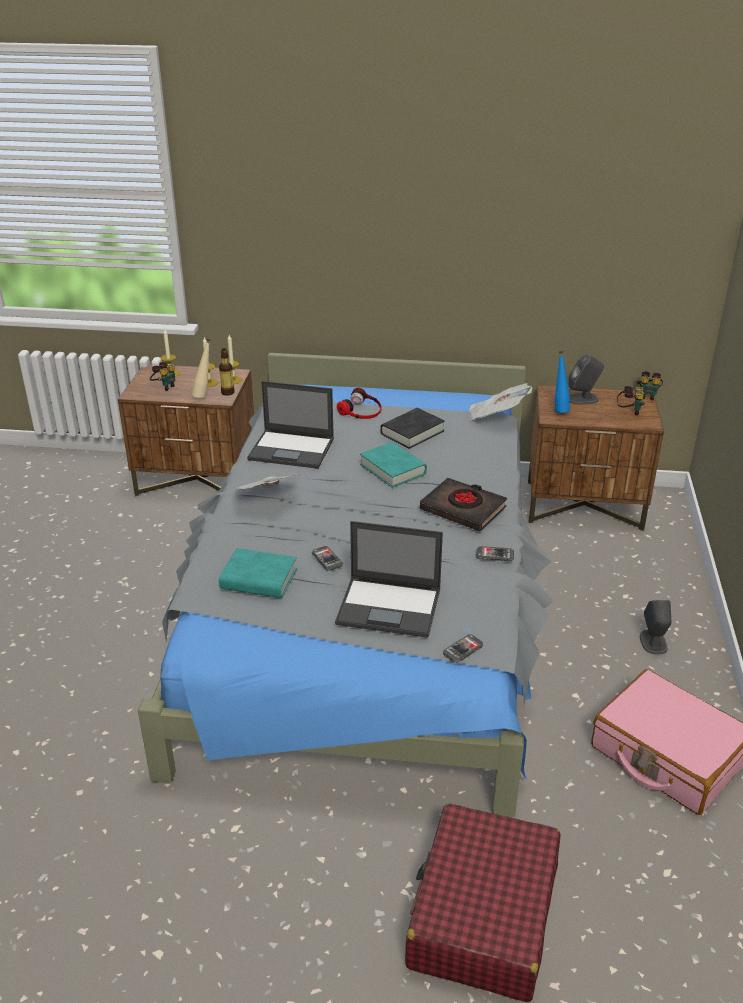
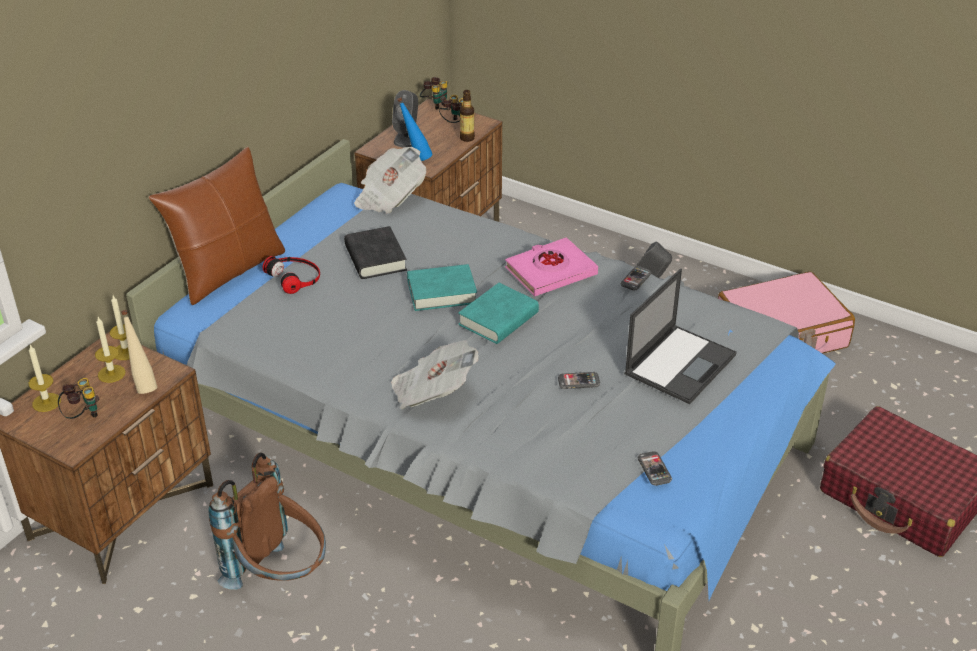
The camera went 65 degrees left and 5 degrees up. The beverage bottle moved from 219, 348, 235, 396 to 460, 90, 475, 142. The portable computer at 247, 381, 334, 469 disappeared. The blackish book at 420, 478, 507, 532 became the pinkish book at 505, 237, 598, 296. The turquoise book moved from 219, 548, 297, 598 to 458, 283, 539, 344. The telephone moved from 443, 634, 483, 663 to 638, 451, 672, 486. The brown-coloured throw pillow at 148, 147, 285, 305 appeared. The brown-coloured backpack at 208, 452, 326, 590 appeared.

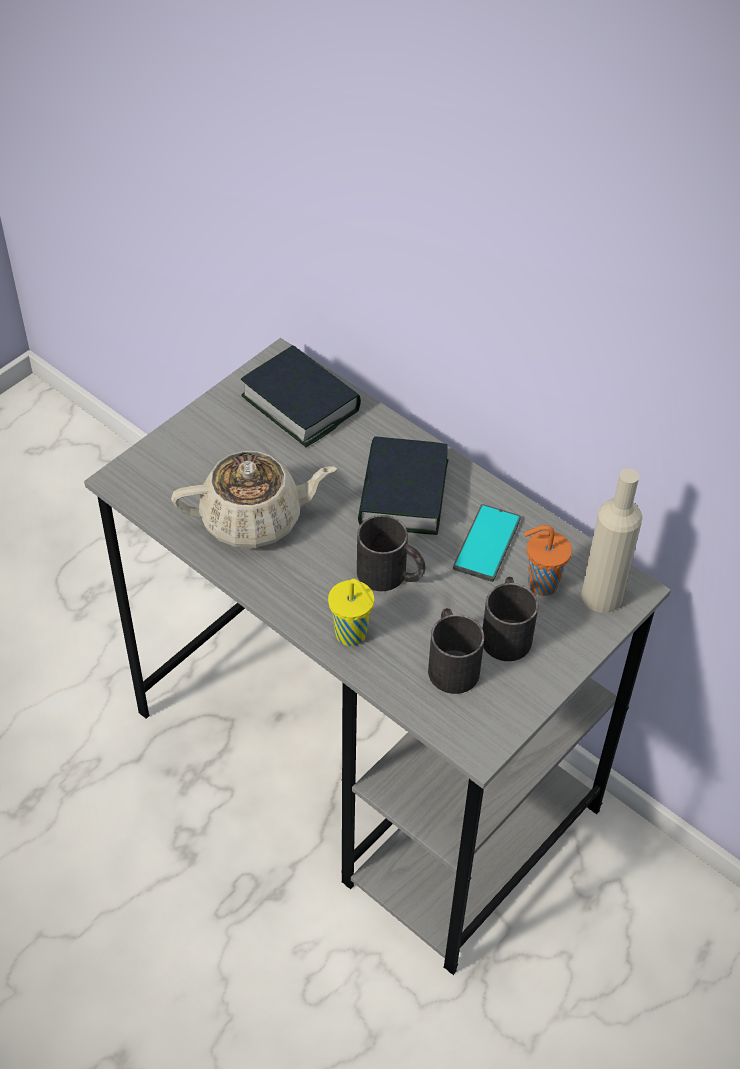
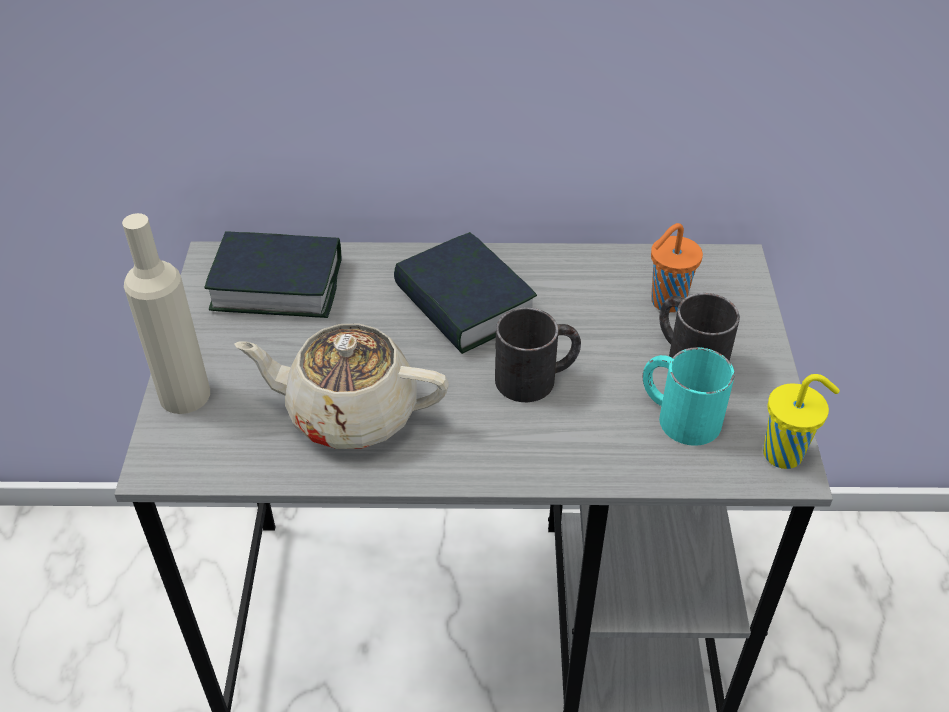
The camera went 40 degrees left and 5 degrees down. The beige teapot at 171, 451, 337, 548 turned 120 degrees counterclockwise. The beige beverage bottle moved from 581, 468, 643, 613 to 122, 213, 210, 414. The telephone at 453, 504, 521, 582 disappeared. The yellow drinking cup moved from 328, 579, 375, 646 to 763, 374, 840, 469. The blackish mug at 428, 608, 484, 694 became the turquoise mug at 643, 347, 735, 446.

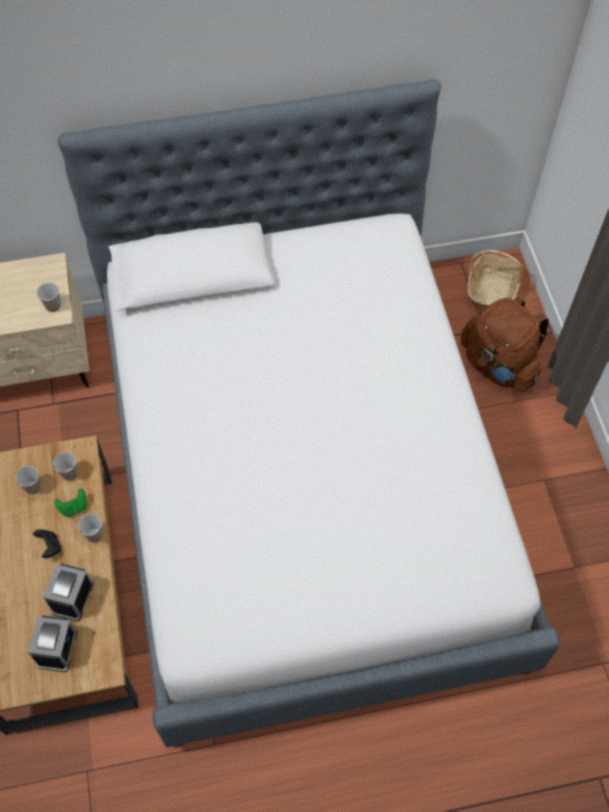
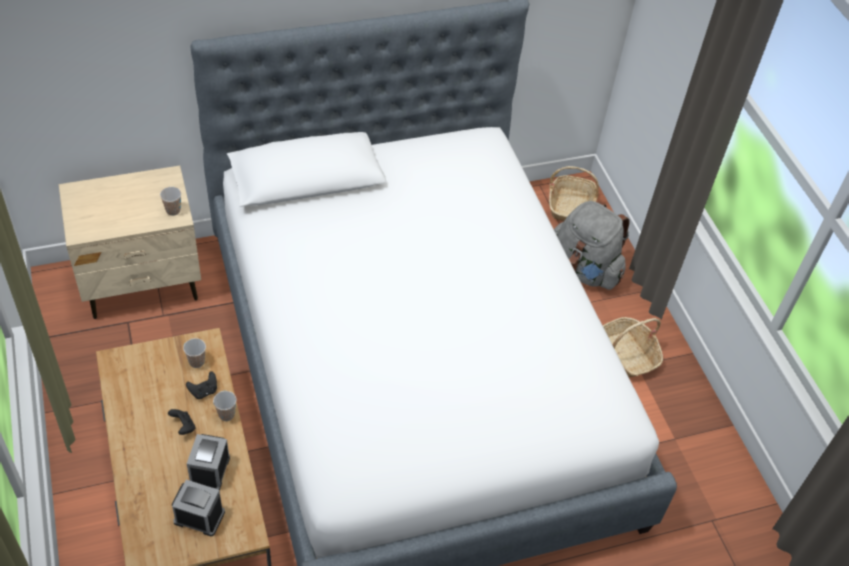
The camera went 10 degrees left and 10 degrees down. The brown-coloured backpack at 460, 297, 549, 392 became the greyish backpack at 554, 201, 630, 290. The drinking cup at 15, 466, 41, 494 disappeared. The green game controller at 54, 488, 87, 517 became the blackish game controller at 186, 371, 217, 399. The bedside clock at 28, 615, 78, 672 turned 75 degrees counterclockwise. The basket at 603, 317, 663, 378 appeared.

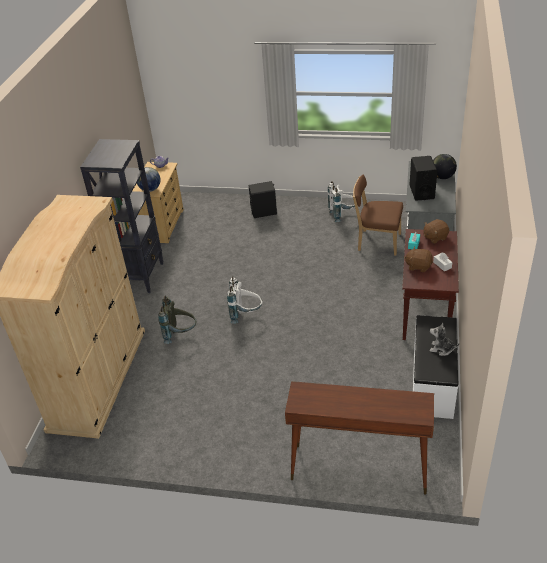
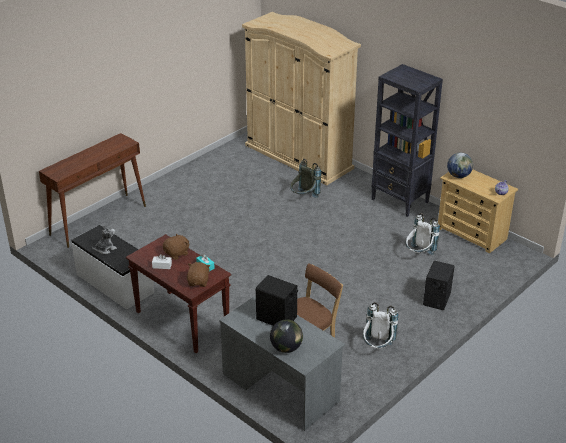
The camera went 120 degrees right and 5 degrees down. The whitish backpack moved from 227, 276, 262, 324 to 405, 213, 440, 255.

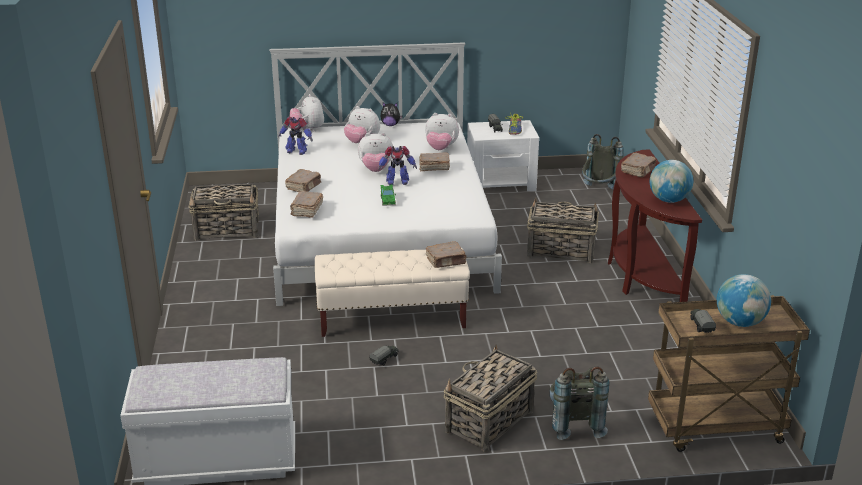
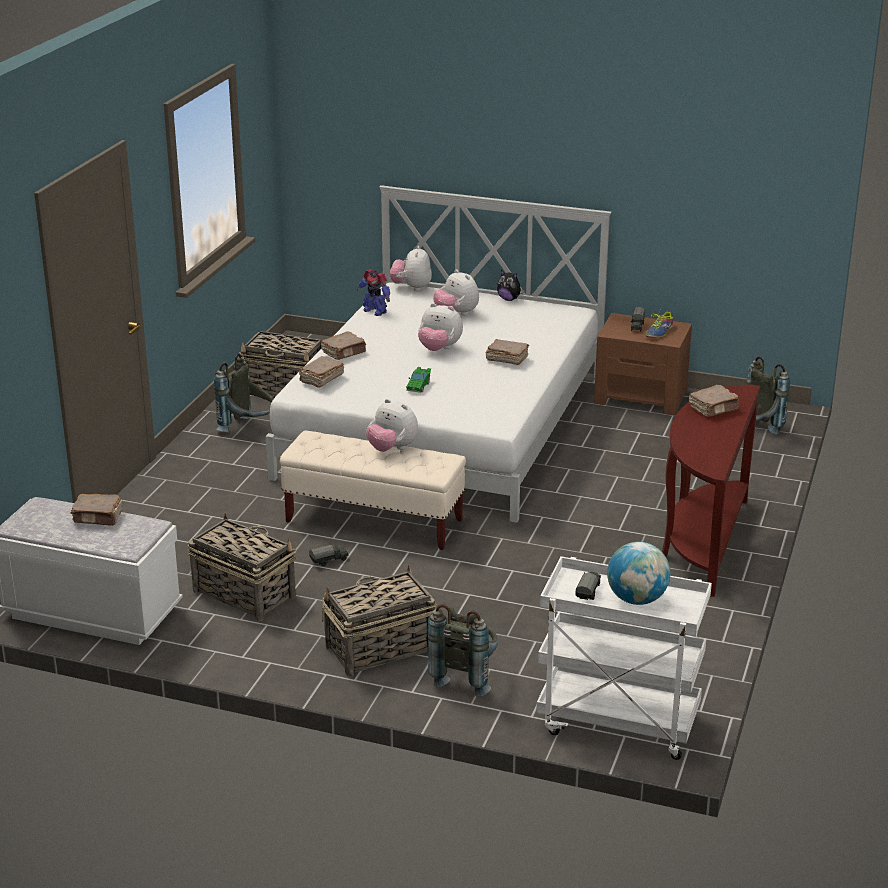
The camera went 25 degrees right and 0 degrees up. The plush toy moved from 425, 113, 459, 150 to 366, 399, 418, 452. The whitish nightstand at 467, 120, 539, 191 became the brown-coloured nightstand at 594, 313, 692, 415. The model robot at 378, 146, 417, 185 disappeared. The desk globe at 650, 160, 693, 203 disappeared. The basket moved from 527, 197, 599, 263 to 188, 512, 296, 621. The brown-coloured book moved from 426, 241, 466, 268 to 71, 494, 122, 526. The brown-coloured cart at 648, 295, 810, 452 became the whitish cart at 536, 556, 712, 760. The greyish backpack at 214, 353, 274, 432 appeared.

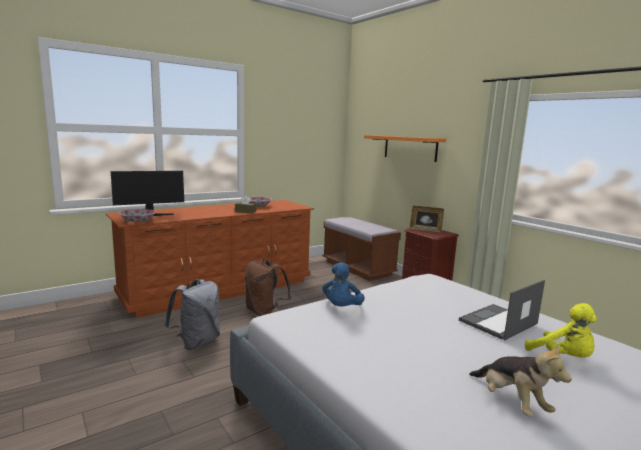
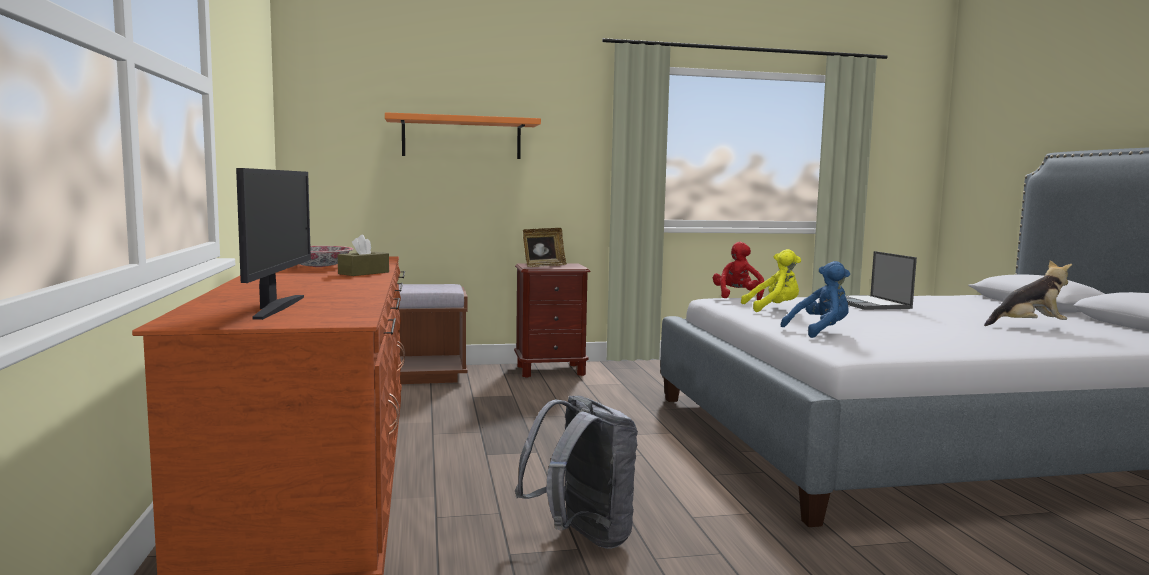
The camera went 65 degrees left and 5 degrees down. The deep dish at 118, 209, 156, 222 disappeared. The brown-coloured backpack at 245, 259, 291, 316 disappeared. The blue plush toy at 322, 262, 365, 307 turned 60 degrees counterclockwise. The yellow plush toy moved from 525, 303, 597, 358 to 741, 249, 801, 312. The red-coloured plush toy at 713, 242, 764, 300 appeared.

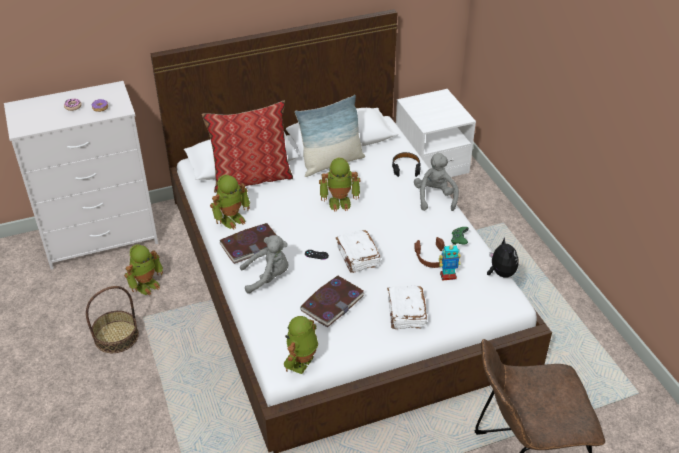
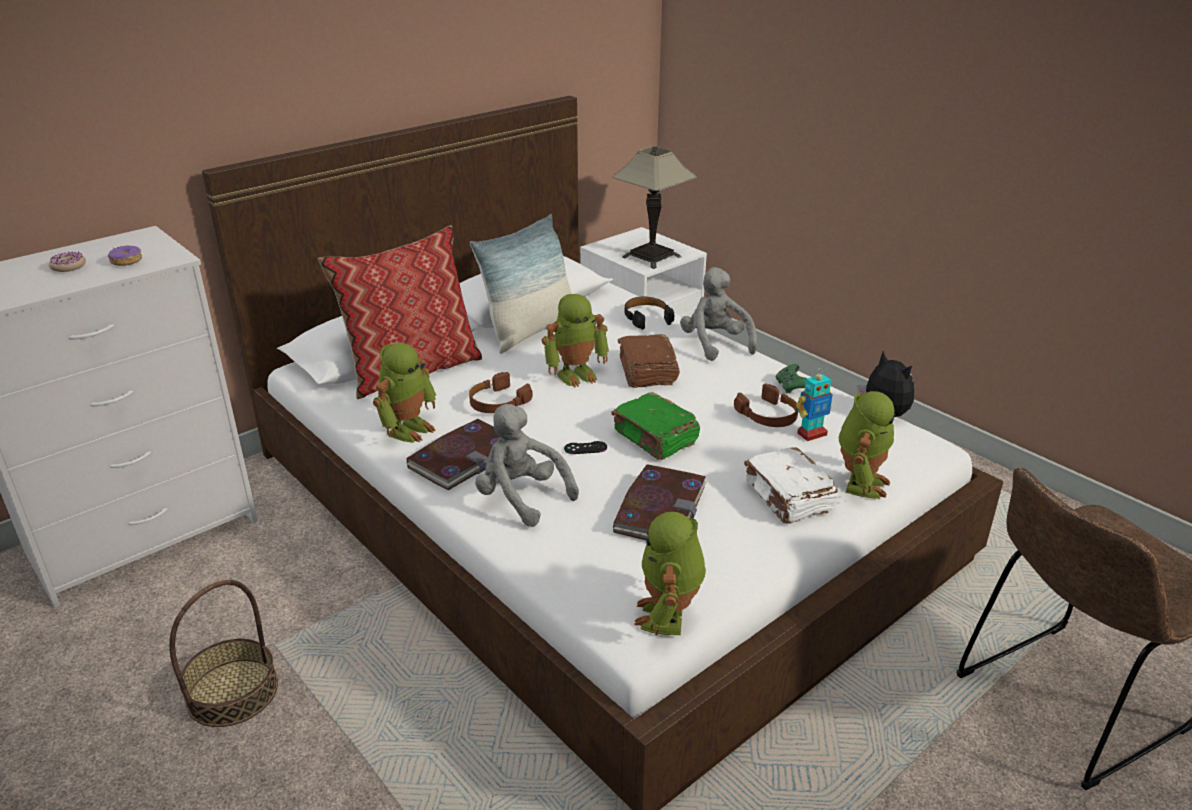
The camera went 20 degrees left and 10 degrees down. The whitish book at 336, 230, 381, 273 became the green book at 611, 392, 700, 460. The greyish plush toy at 240, 235, 289, 294 turned 105 degrees counterclockwise. The model robot moved from 124, 245, 163, 295 to 839, 391, 896, 499. The tabletop lamp at 612, 146, 697, 269 appeared. The brown-coloured book at 618, 334, 680, 388 appeared. The brown-coloured headphones at 469, 372, 533, 413 appeared.

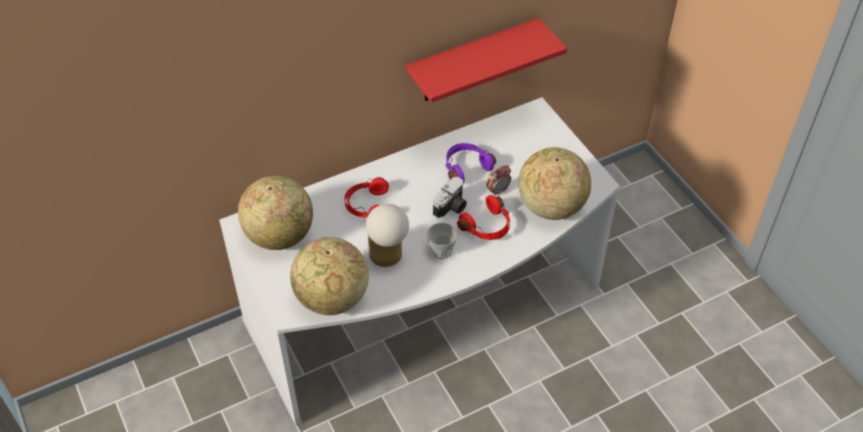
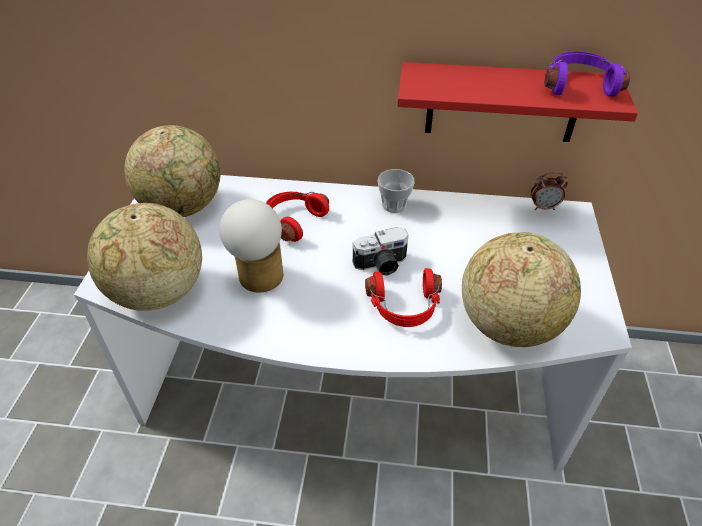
The camera went 35 degrees right and 5 degrees down. The purplish headphones moved from 445, 143, 496, 183 to 545, 52, 630, 97. The bedside clock moved from 486, 165, 511, 197 to 531, 172, 568, 210. The drinking cup moved from 427, 223, 458, 259 to 378, 169, 415, 213.

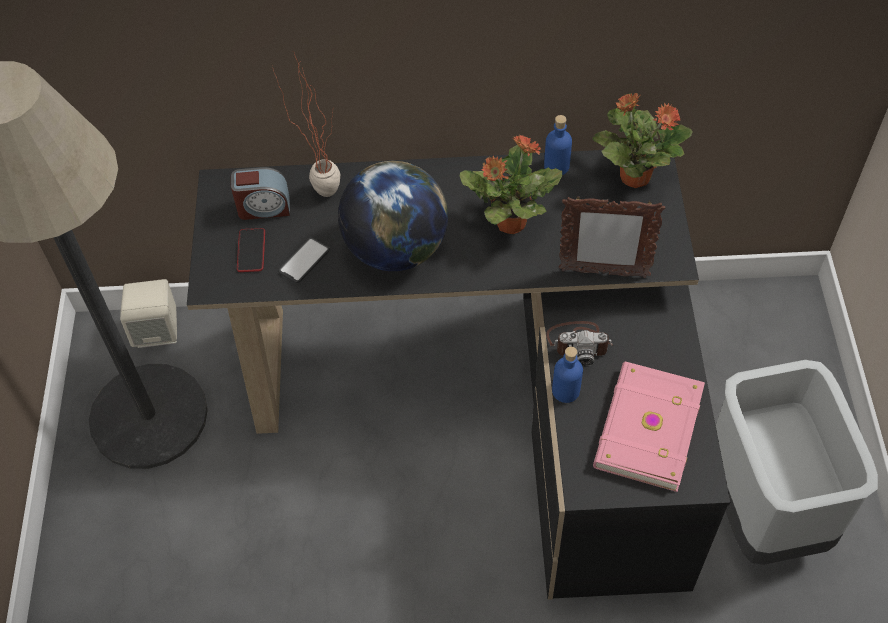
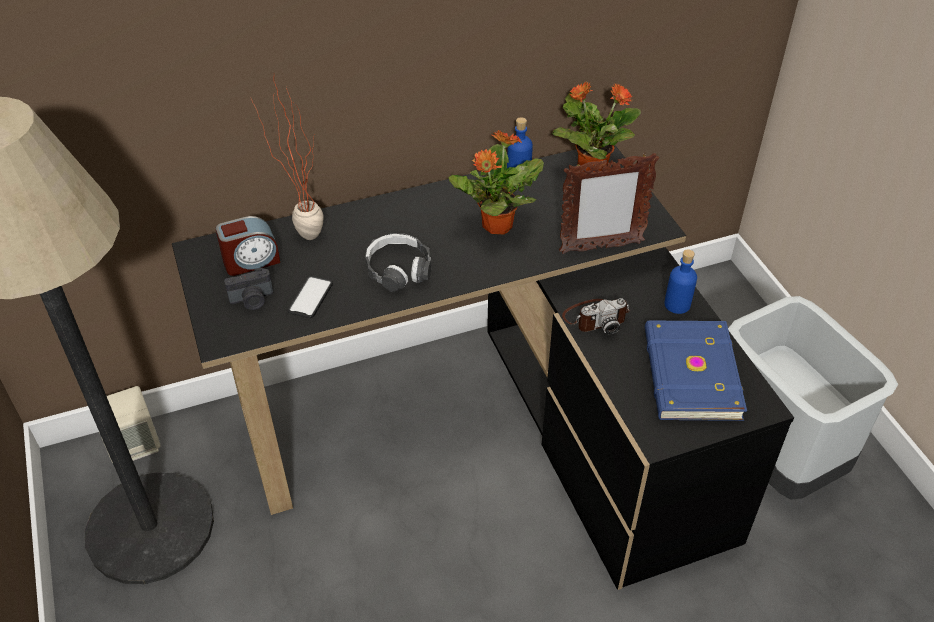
The camera went 20 degrees left and 10 degrees down. The desk globe at 338, 161, 448, 271 was replaced by the headphones at 365, 233, 431, 292. The telephone at 237, 228, 265, 272 was replaced by the still camera at 224, 268, 273, 310. The blue beverage bottle moved from 552, 347, 583, 403 to 664, 249, 697, 314. The pinkish book at 593, 362, 705, 492 became the blue book at 645, 321, 747, 421.

